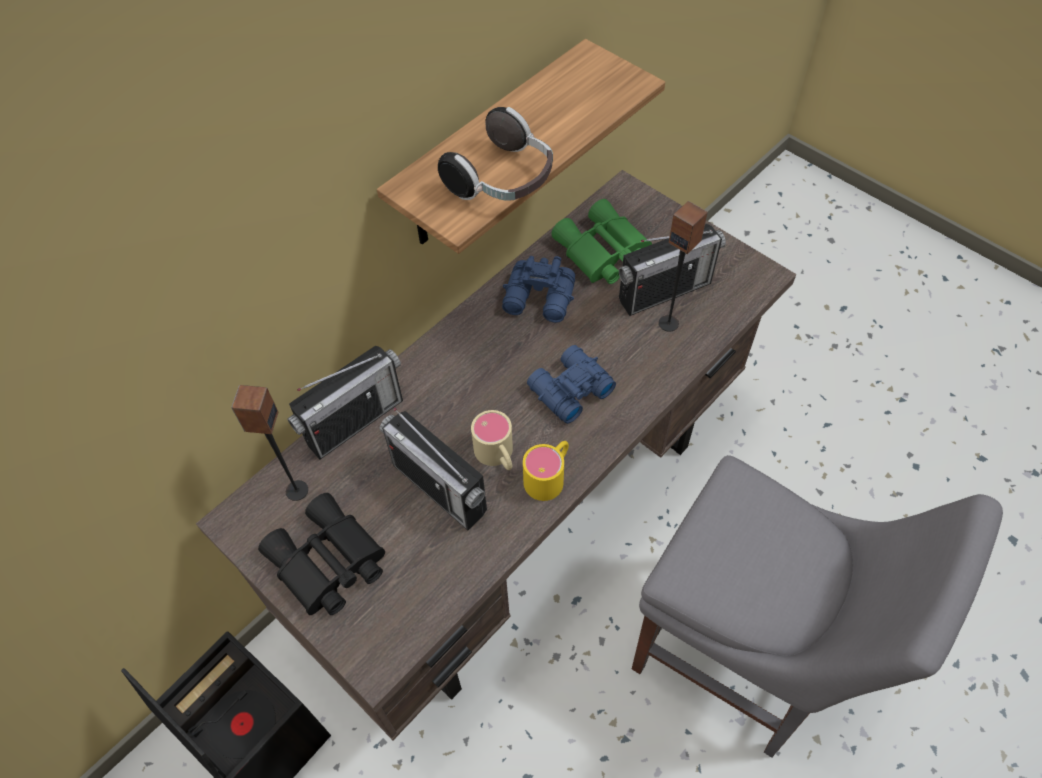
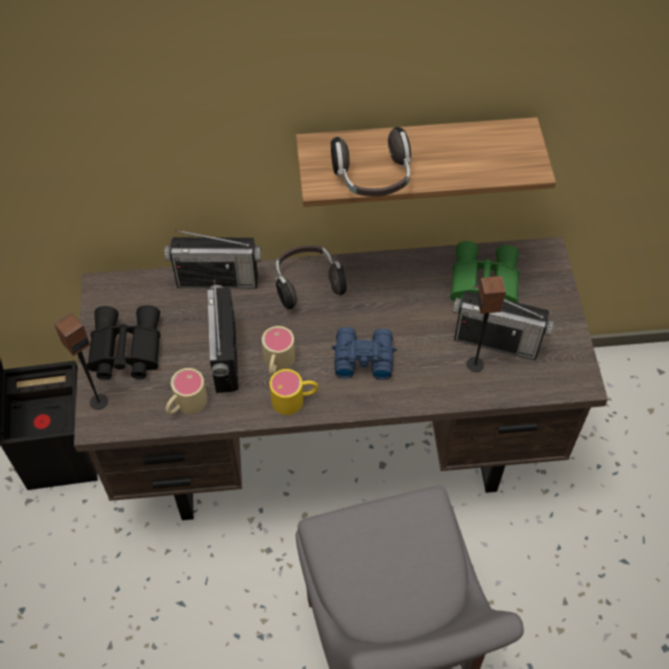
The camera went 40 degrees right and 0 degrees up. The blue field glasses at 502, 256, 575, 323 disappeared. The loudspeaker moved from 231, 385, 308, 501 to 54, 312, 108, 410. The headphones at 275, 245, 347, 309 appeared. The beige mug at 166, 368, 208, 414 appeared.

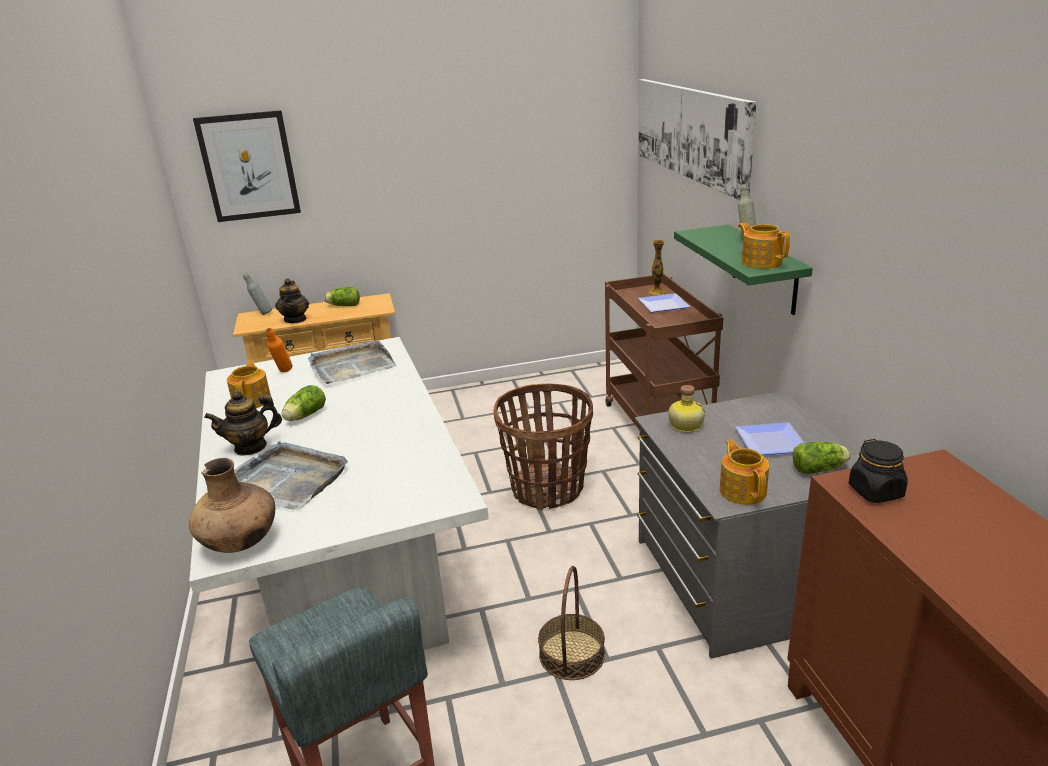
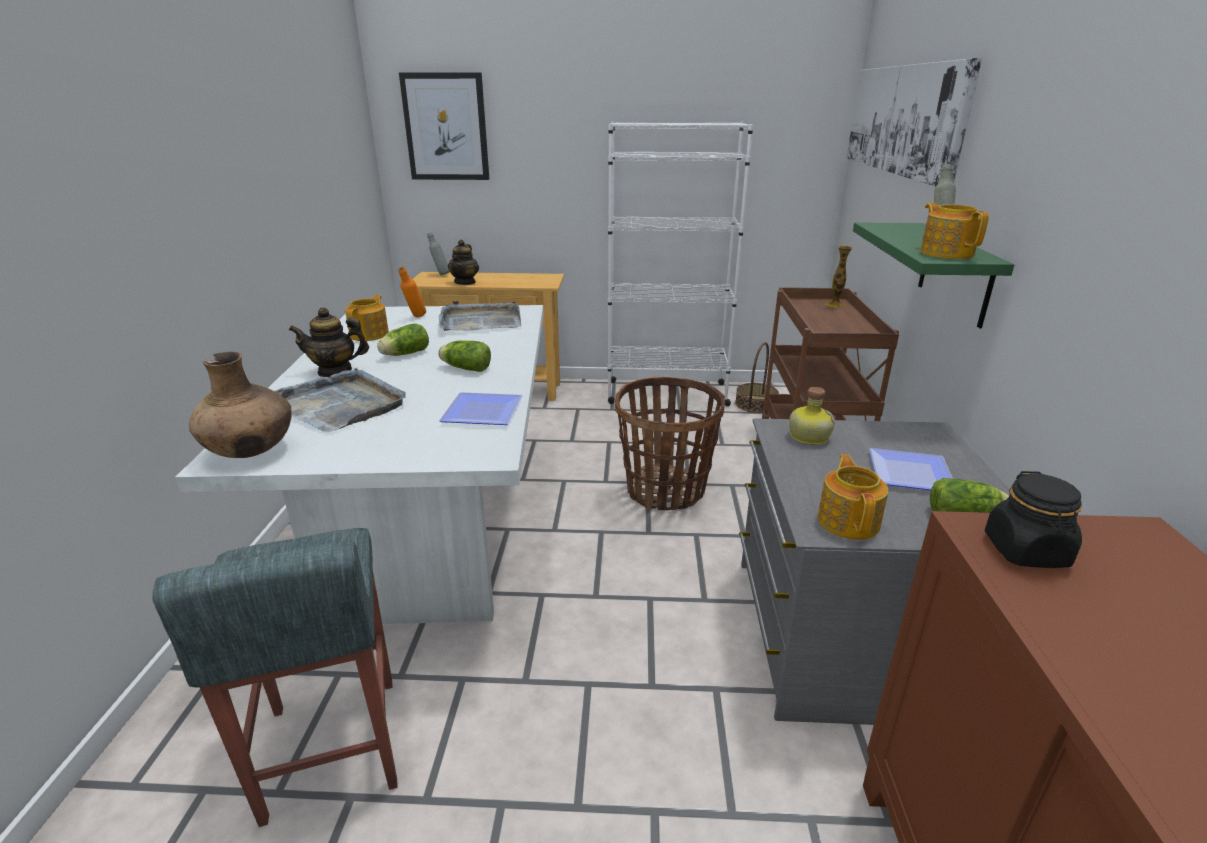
The camera went 15 degrees right and 0 degrees up. The head of lettuce moved from 324, 287, 360, 306 to 438, 340, 491, 372. The dinner plate moved from 638, 293, 690, 312 to 439, 392, 523, 425. The basket moved from 538, 566, 605, 680 to 735, 342, 779, 413. The whitish bookshelf at 608, 121, 753, 406 appeared.

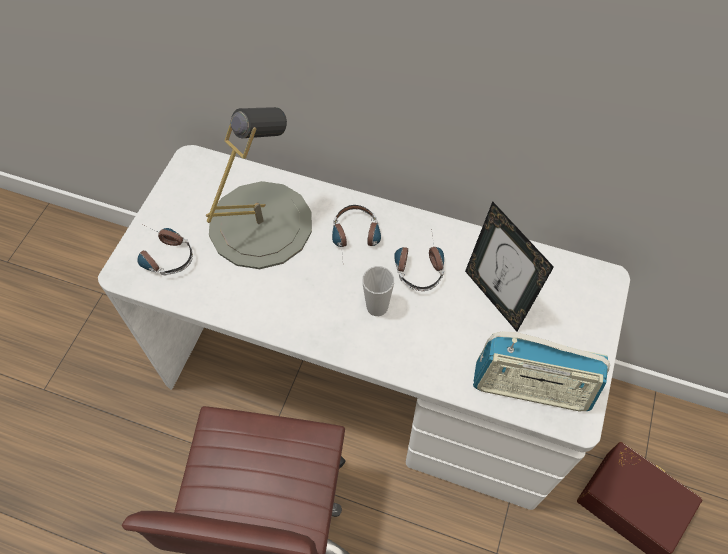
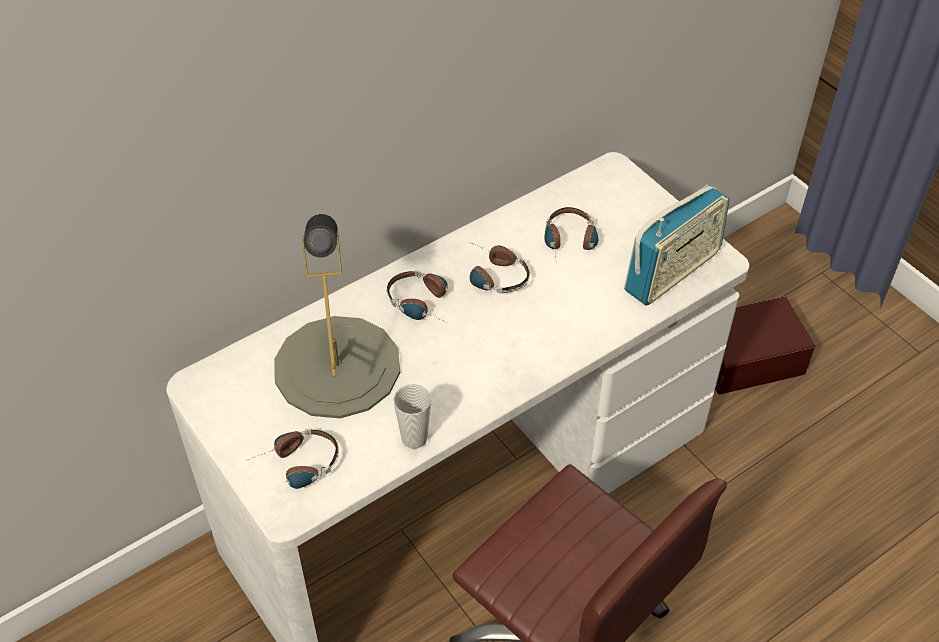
The camera went 55 degrees left and 10 degrees down. The photo frame at 465, 201, 554, 331 was replaced by the headphones at 544, 207, 598, 257. The drinking cup moved from 362, 266, 394, 316 to 393, 384, 431, 449.

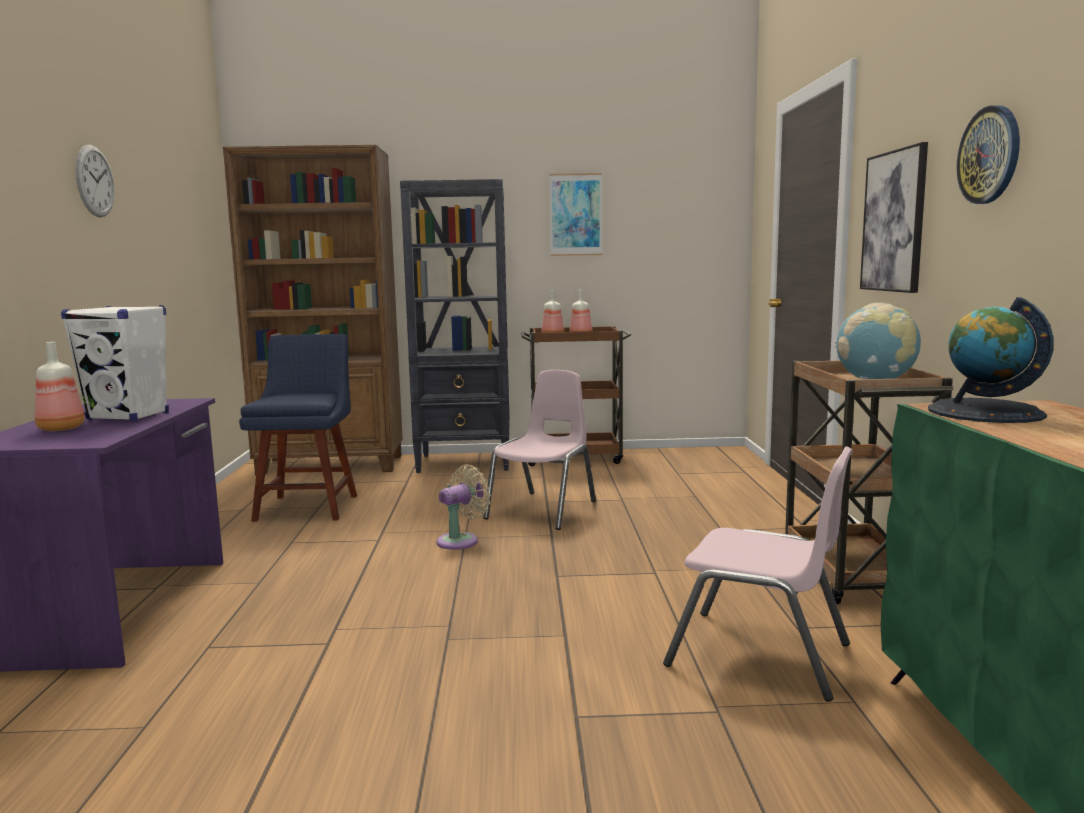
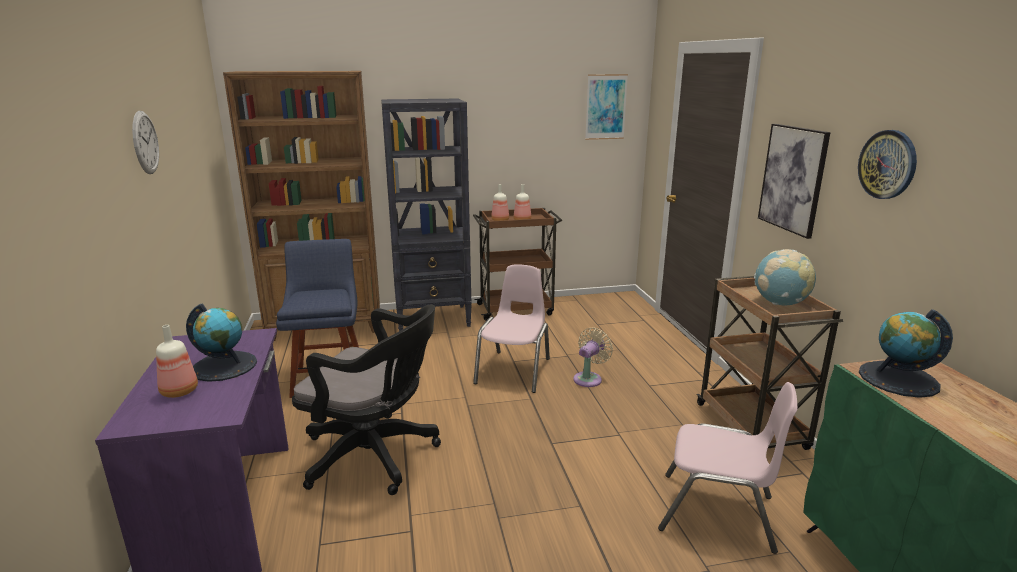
The camera went 10 degrees left and 10 degrees up. The picture moved from 549, 173, 602, 256 to 585, 74, 628, 140. The whitish loudspeaker at 61, 305, 169, 421 was replaced by the desk globe at 186, 303, 257, 382. The beige electric fan moved from 437, 464, 491, 550 to 573, 327, 613, 387. The blackish office chair at 292, 304, 441, 495 appeared.

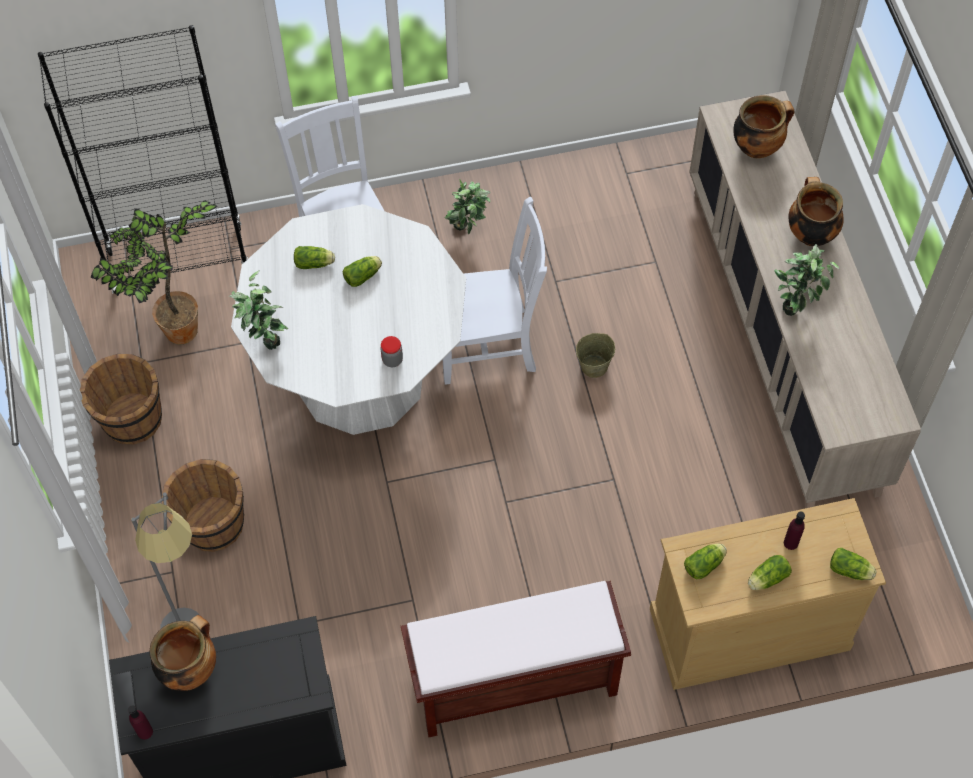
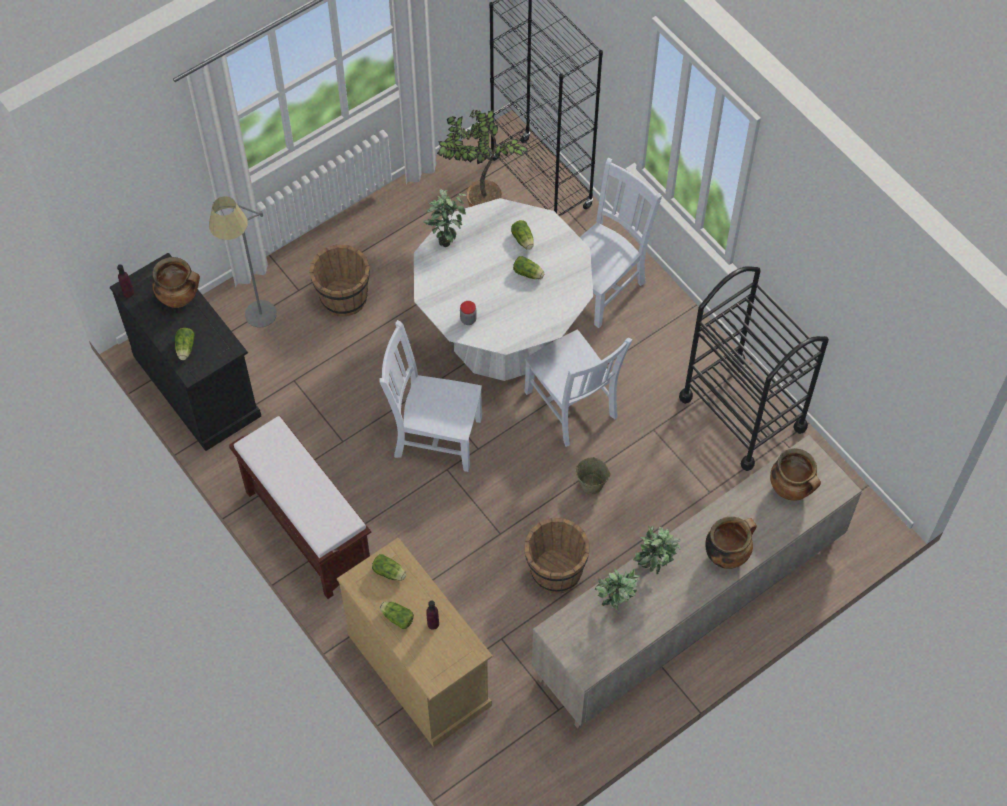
The camera went 65 degrees right and 0 degrees up. The houseplant moved from 445, 180, 490, 234 to 595, 569, 640, 610. The brown-coloured pail moved from 80, 354, 162, 444 to 525, 518, 589, 593. The head of lettuce moved from 830, 548, 877, 580 to 175, 328, 194, 360. The blackish cart at 679, 266, 829, 471 appeared. The whitish plain chair at 379, 320, 482, 472 appeared.

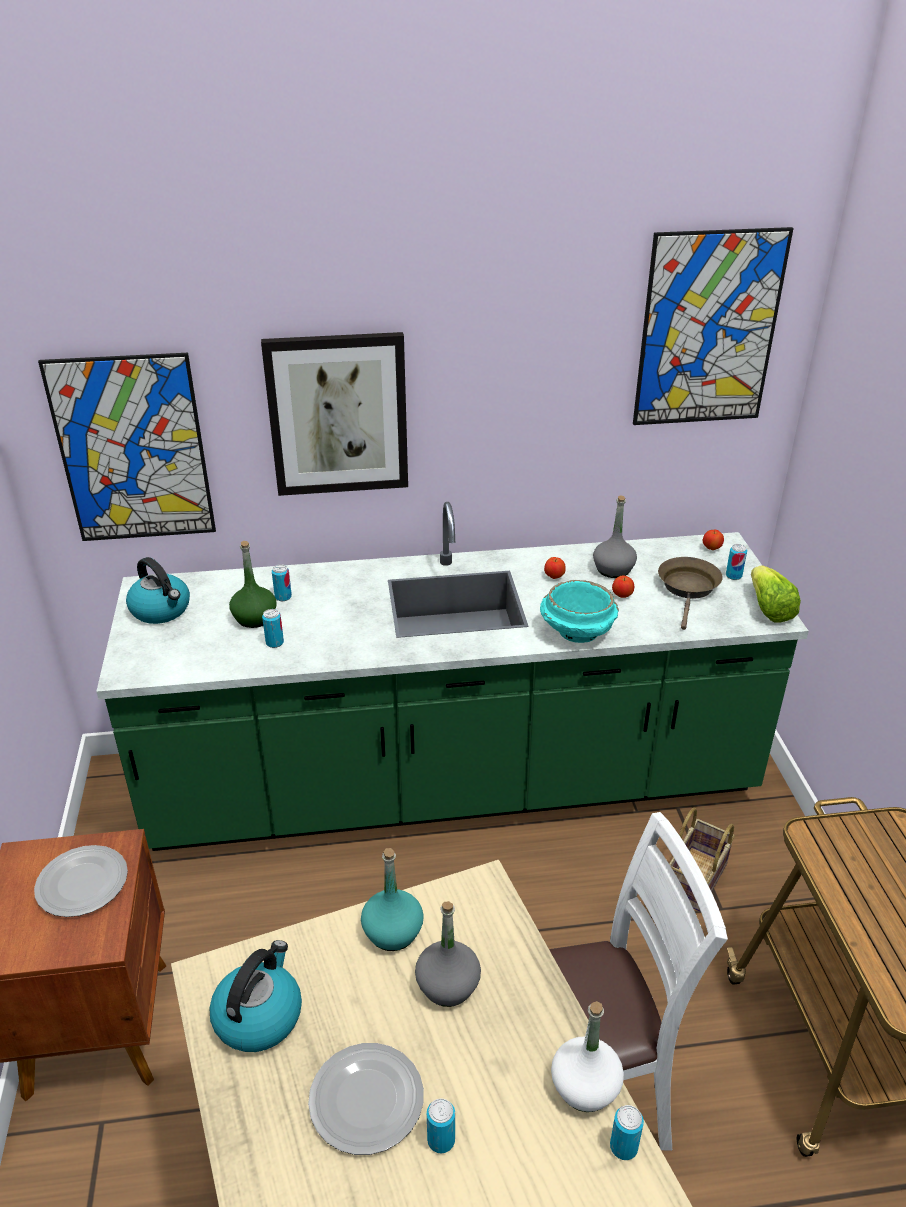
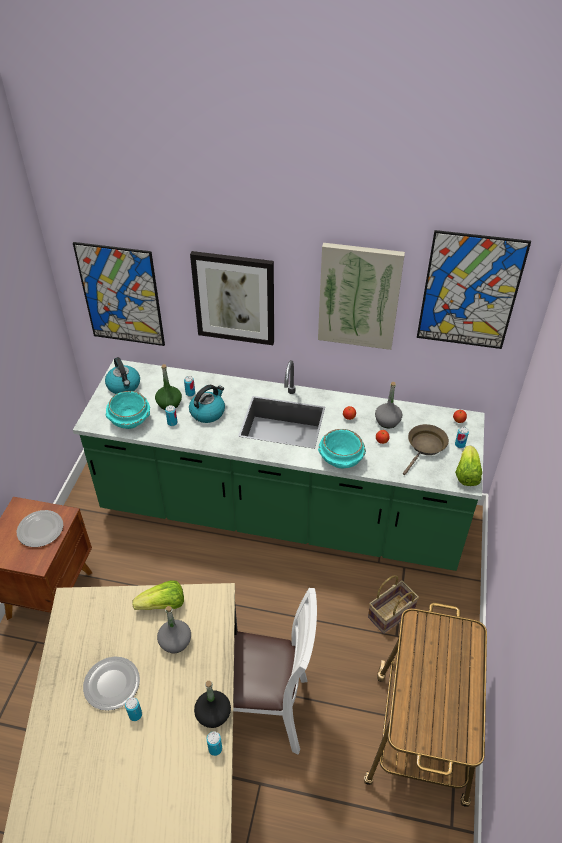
The camera went 20 degrees right and 10 degrees up. The turquoise beverage bottle at 361, 848, 424, 951 was replaced by the head of lettuce at 132, 580, 184, 610. The tea kettle moved from 209, 940, 302, 1052 to 189, 385, 225, 423. The whitish beverage bottle at 551, 1001, 624, 1112 became the blackish beverage bottle at 194, 681, 231, 728. The picture at 318, 243, 405, 350 appeared. The turquoise deep dish at 106, 391, 150, 429 appeared.

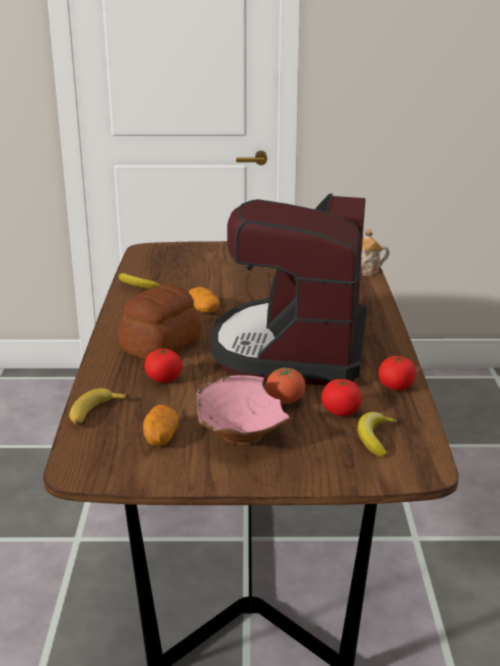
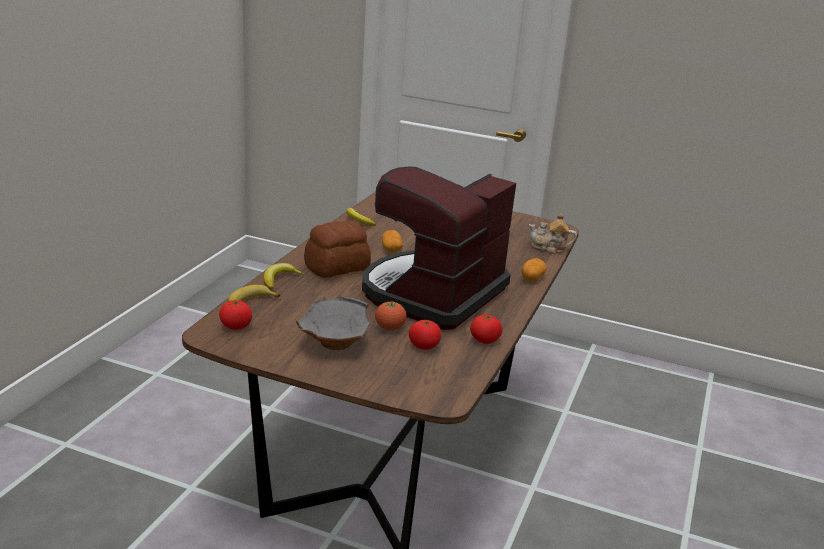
The camera went 20 degrees right and 0 degrees up. The tomato moved from 144, 348, 183, 383 to 219, 300, 252, 330. The pinkish deep dish at 196, 375, 291, 446 became the greyish deep dish at 296, 296, 371, 350. The whole potato moved from 143, 405, 178, 445 to 522, 258, 547, 282. The banana fruit moved from 358, 412, 397, 457 to 263, 263, 304, 289.

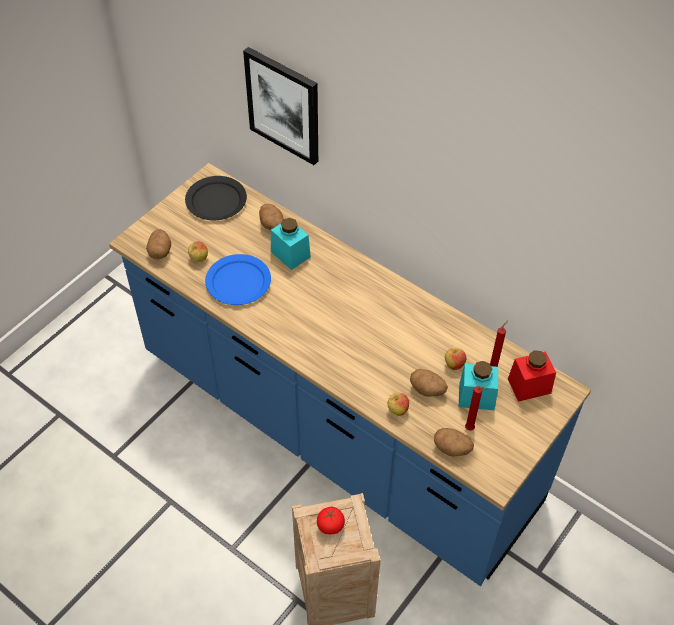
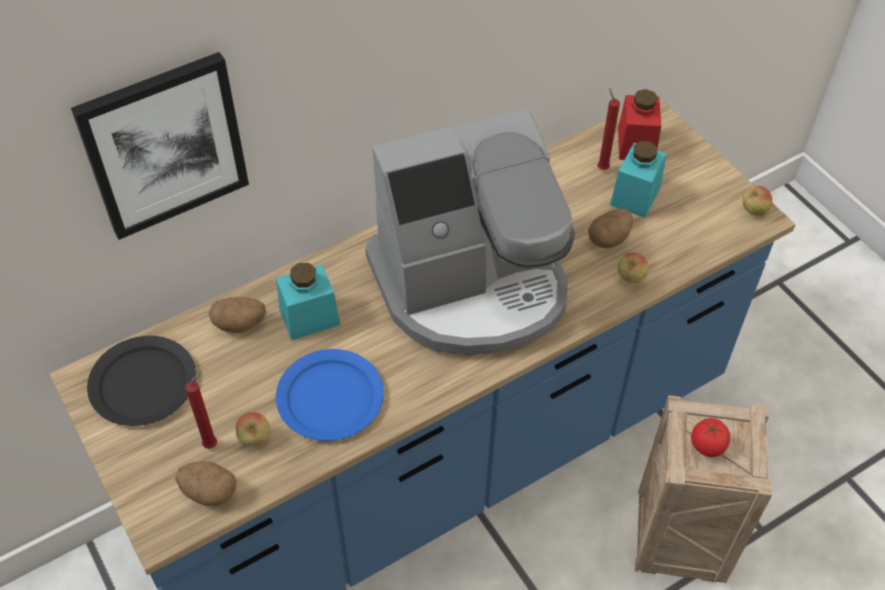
The camera went 70 degrees left and 0 degrees up. The apple moved from 445, 346, 466, 370 to 743, 186, 772, 216. The red-coloured candle moved from 465, 386, 487, 431 to 185, 372, 217, 449. The whole potato at 434, 428, 474, 457 disappeared. The coffee maker at 365, 108, 576, 355 appeared.

